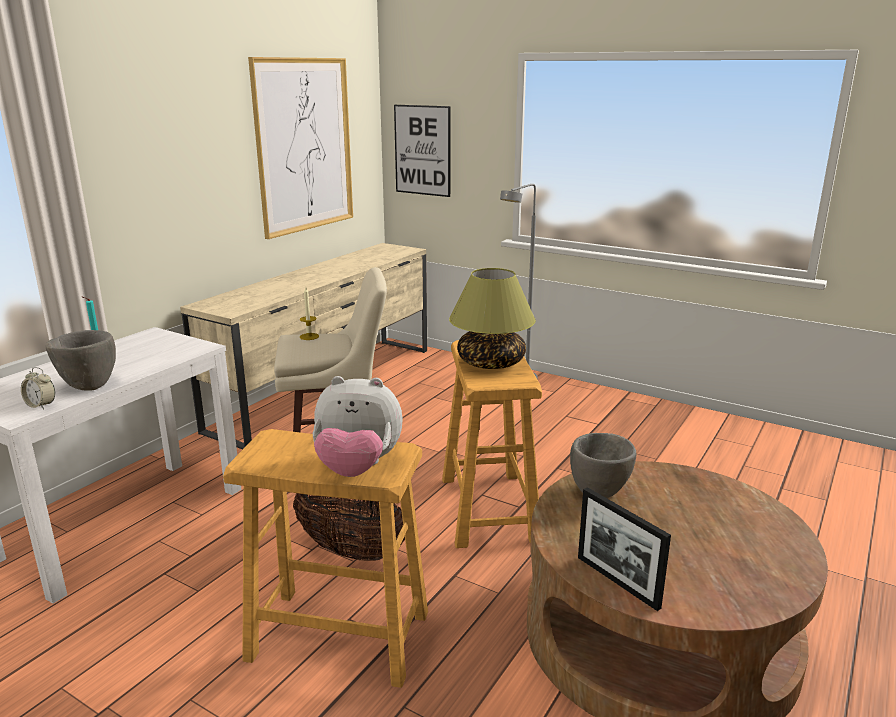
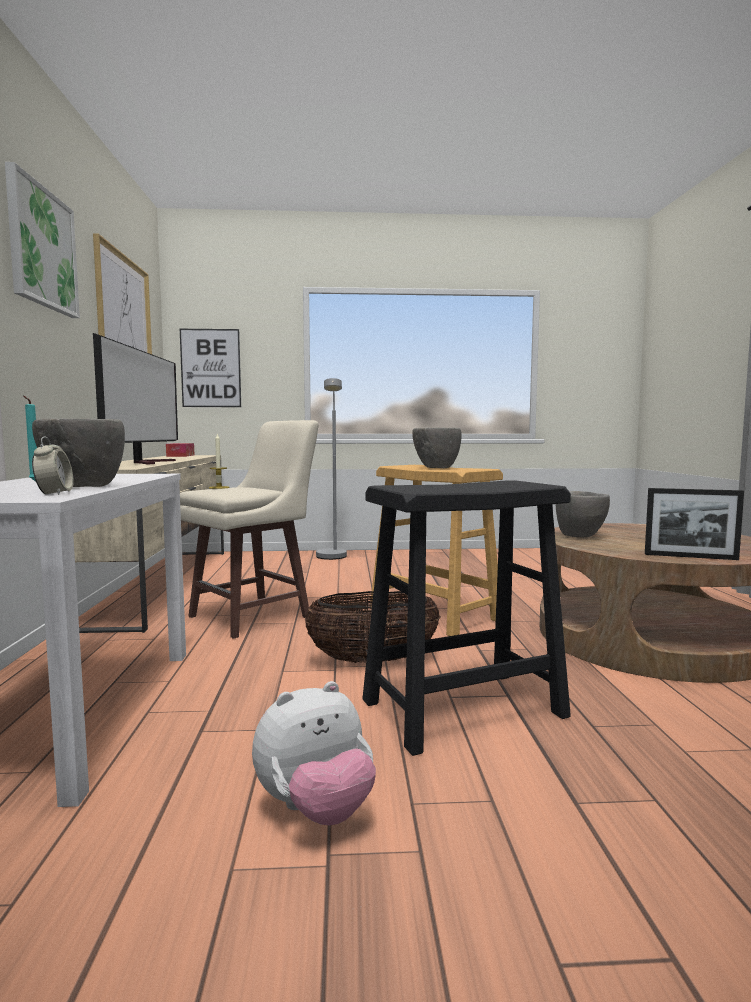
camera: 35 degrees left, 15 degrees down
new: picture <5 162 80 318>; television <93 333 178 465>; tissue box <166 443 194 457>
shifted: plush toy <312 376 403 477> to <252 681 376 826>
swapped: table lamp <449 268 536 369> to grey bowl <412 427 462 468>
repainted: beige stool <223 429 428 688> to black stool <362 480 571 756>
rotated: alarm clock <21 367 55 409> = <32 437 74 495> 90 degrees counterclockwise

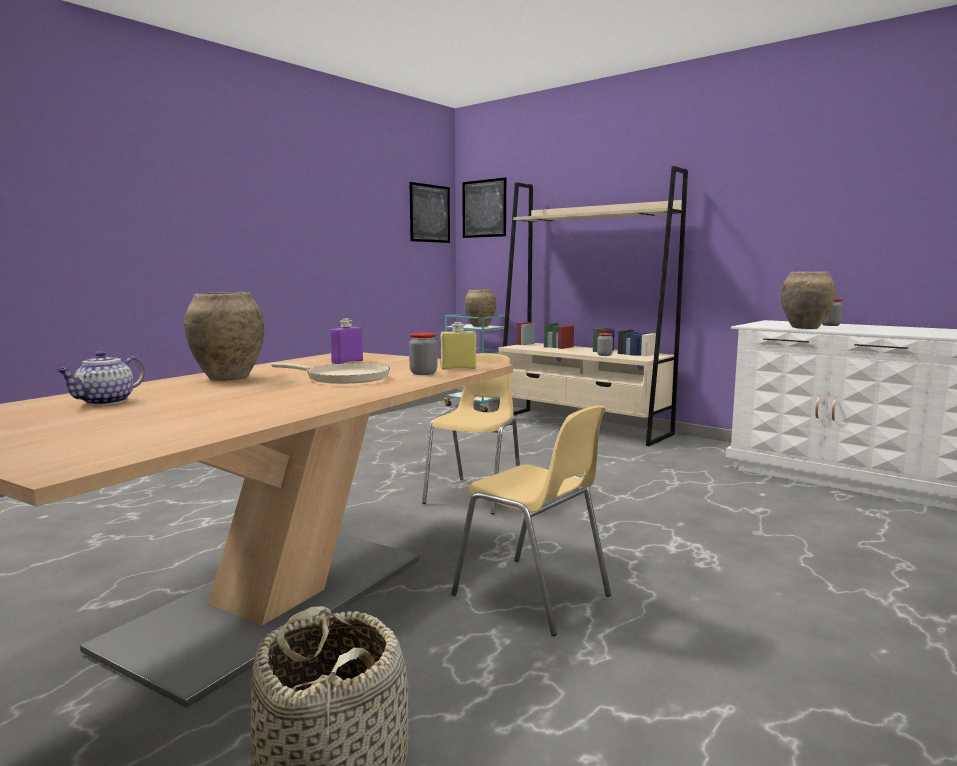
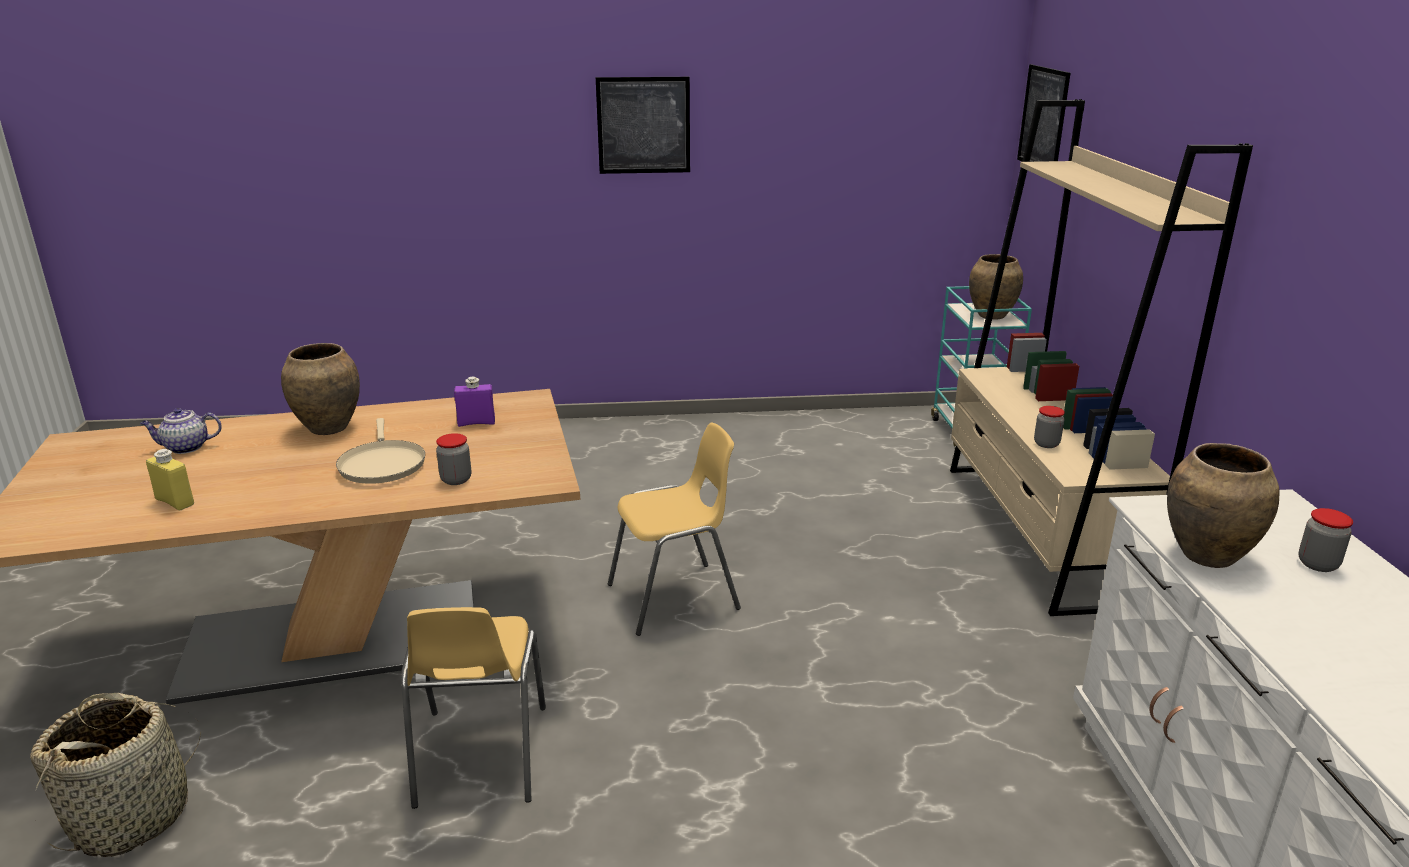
camera: 45 degrees right, 15 degrees up
shifted: picture <409 182 450 243> to <596 77 690 174>; yellow bottle <440 322 476 370> to <146 449 194 510>

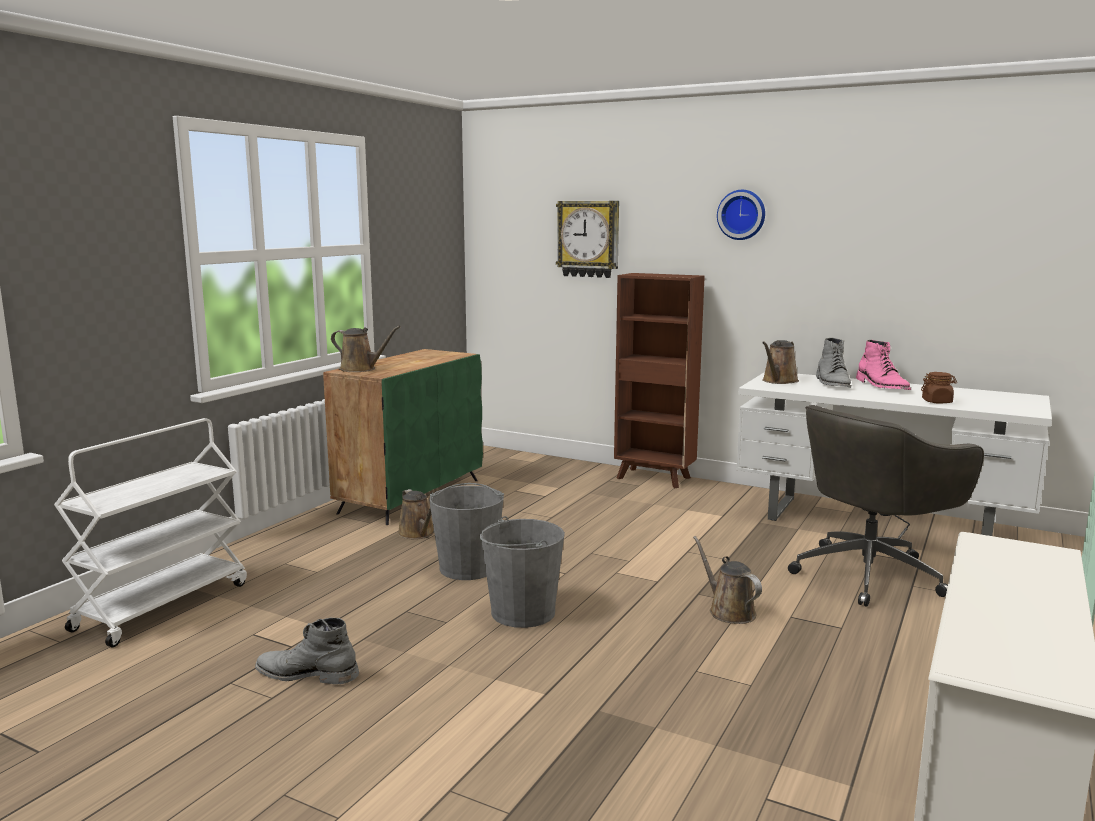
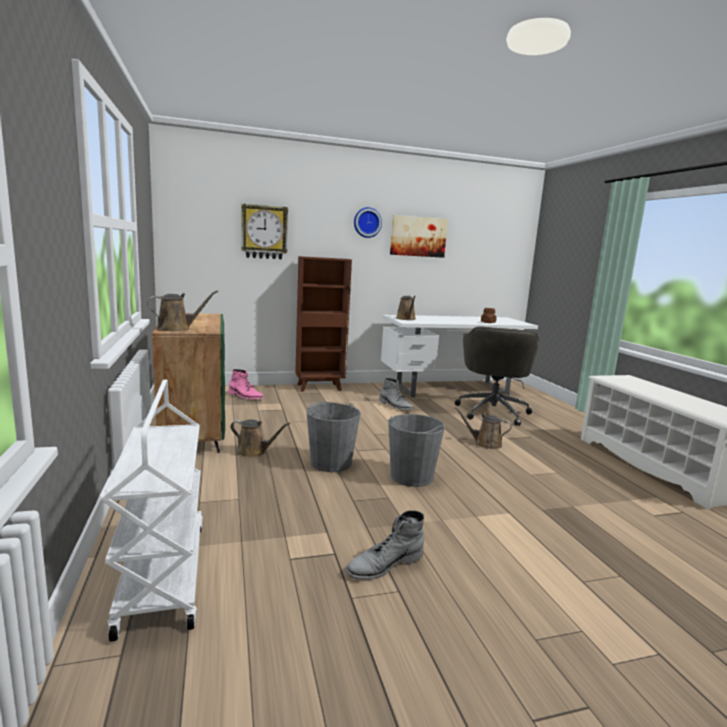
camera: 45 degrees left, 0 degrees up
new: picture <390 215 448 258>
shifted: grey boot <816 338 851 388> to <379 378 414 410>; pink boot <856 340 911 390> to <228 369 264 399>

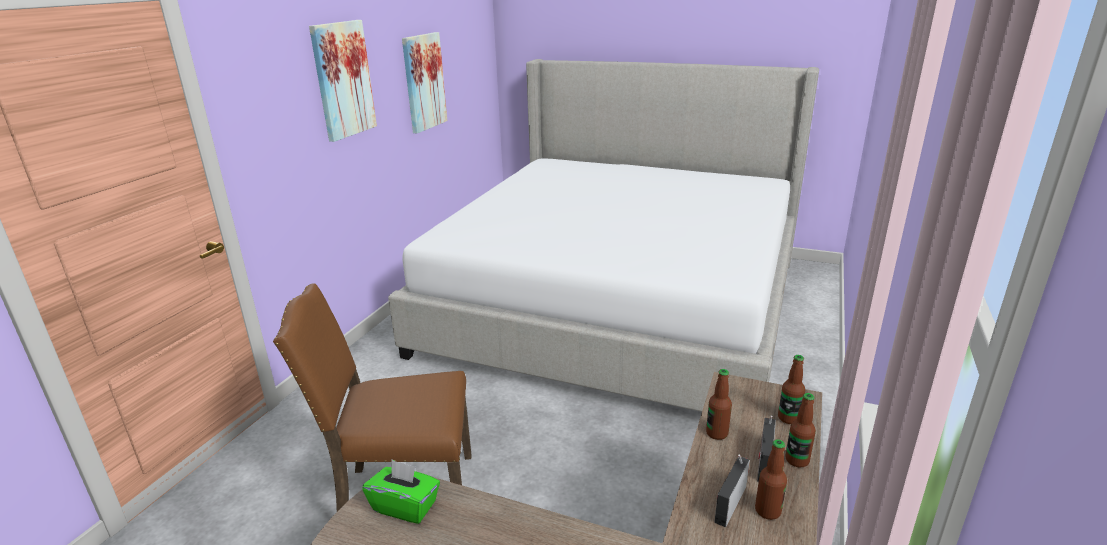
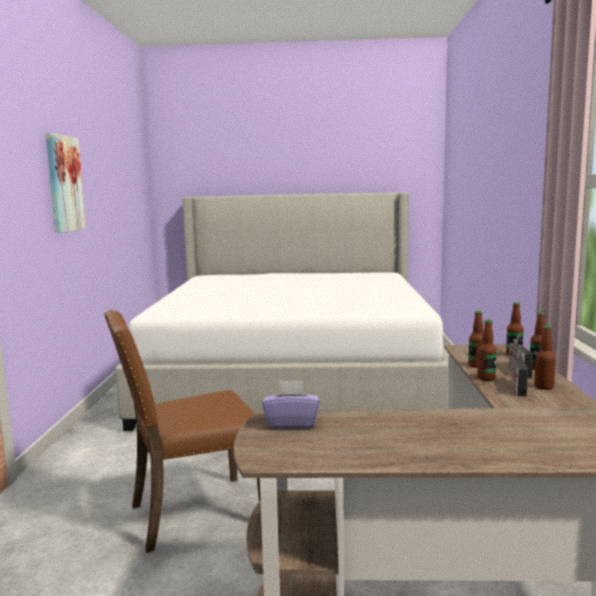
camera: 20 degrees left, 15 degrees down
gone: picture <402 32 447 133>
new: bottle <477 320 497 381>
repainted: green tissue box <362 460 440 524> to purple tissue box <262 380 320 429>

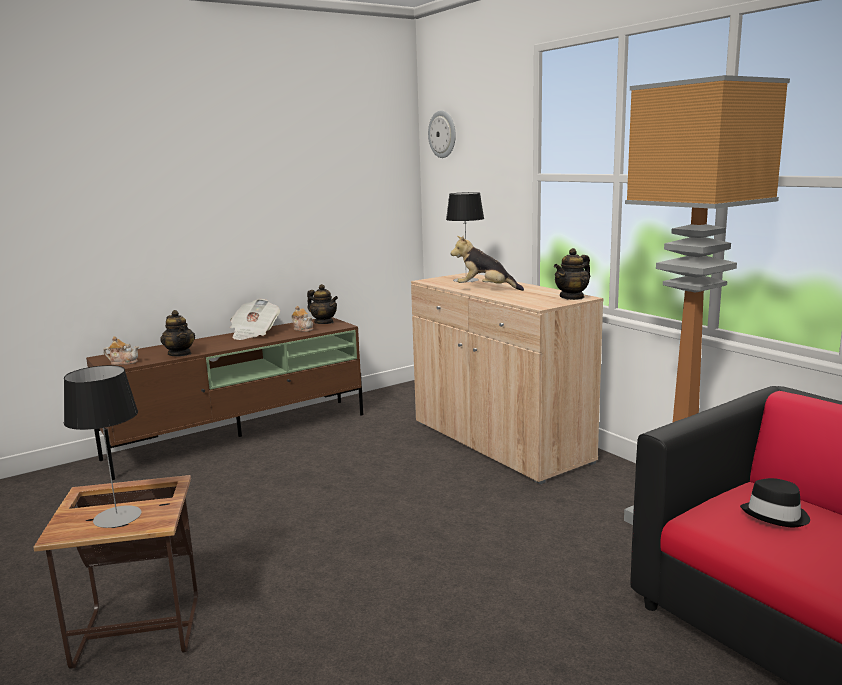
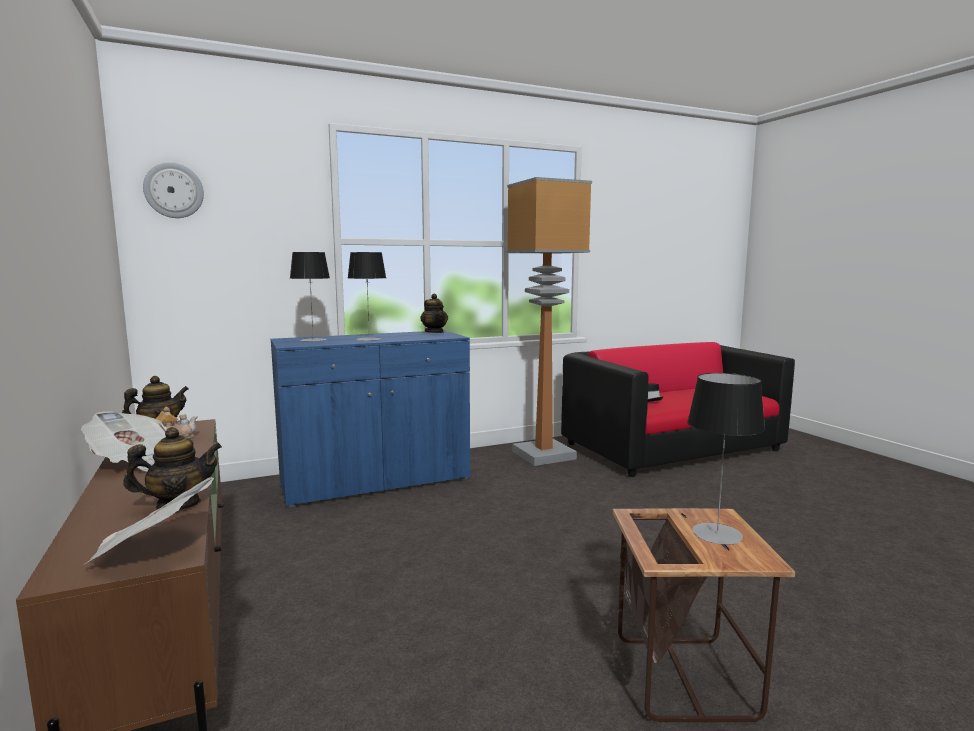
camera: 80 degrees left, 5 degrees down
swapped: plush toy <451 236 524 291> to table lamp <348 252 386 341>; teapot <103 336 139 365> to newspaper <85 477 214 564>
repainted: beige cabinet <411 273 604 484> to blue cabinet <271 330 470 508>

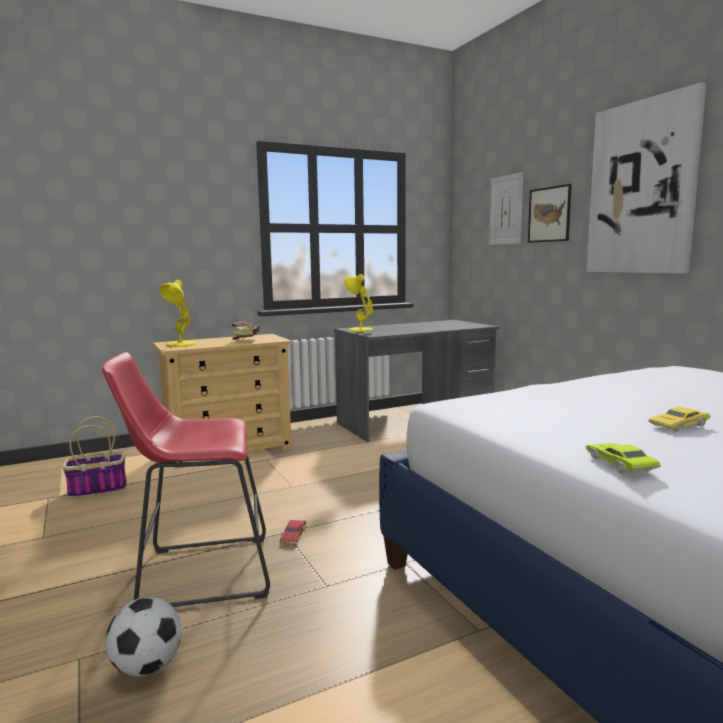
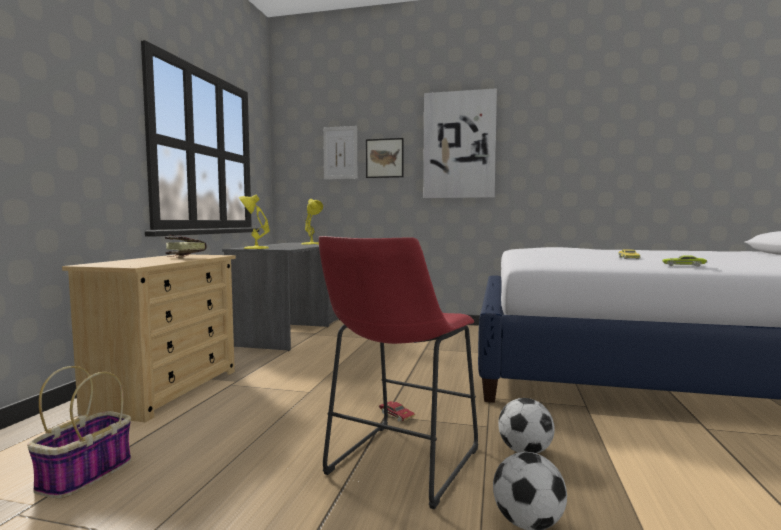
camera: 50 degrees left, 5 degrees down
new: football <498 398 555 454>
shifted: yellow table lamp <159 280 196 347> to <302 199 323 245>

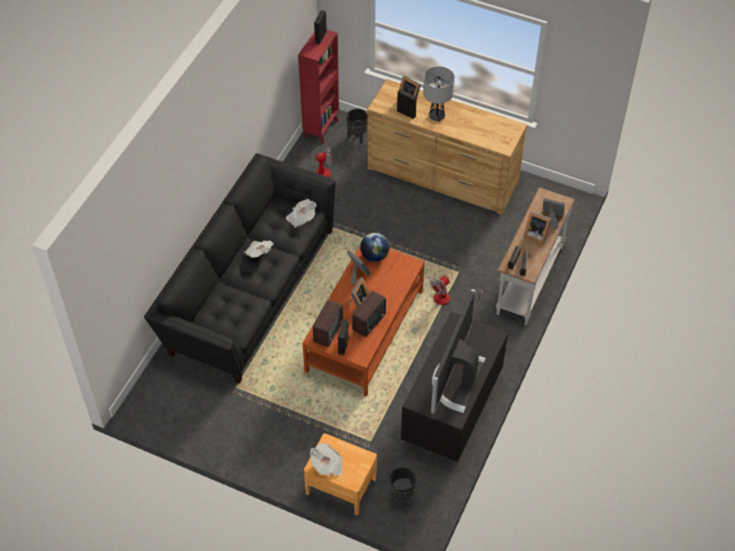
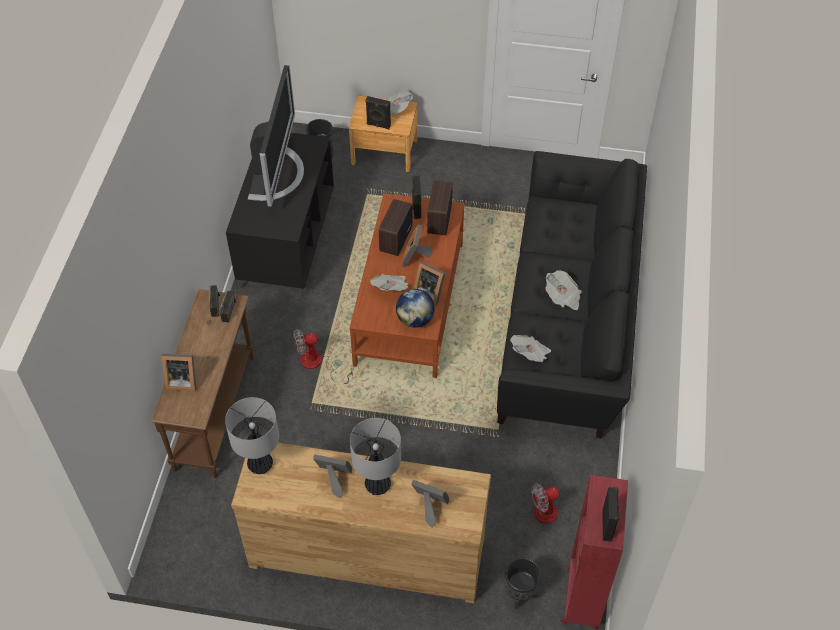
camera: 165 degrees right, 0 degrees up
new: newspaper <370 274 409 291>; table lamp <225 397 279 474>
shifted: black speaker <397 89 417 119> to <365 96 391 129>; picture frame <524 211 551 244> to <313 455 352 499>
repainted: white console table <496 187 575 325> to brown console table <151 289 253 478>
rotated: fan <430 276 484 305> = <293 329 353 384> 135 degrees counterclockwise

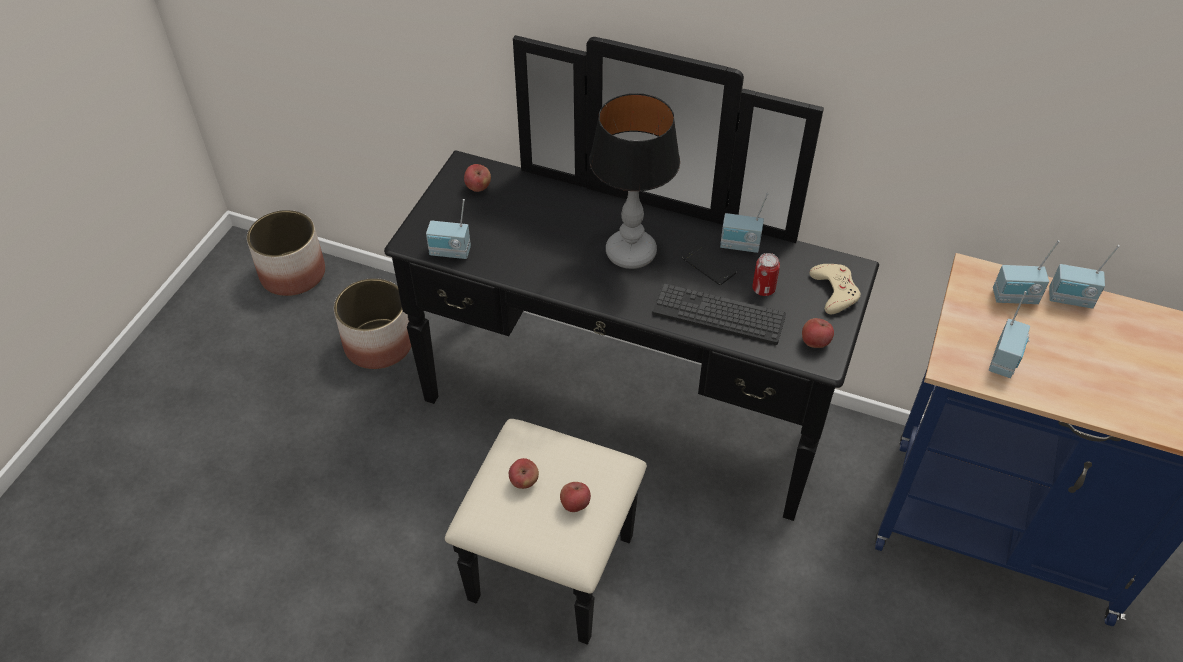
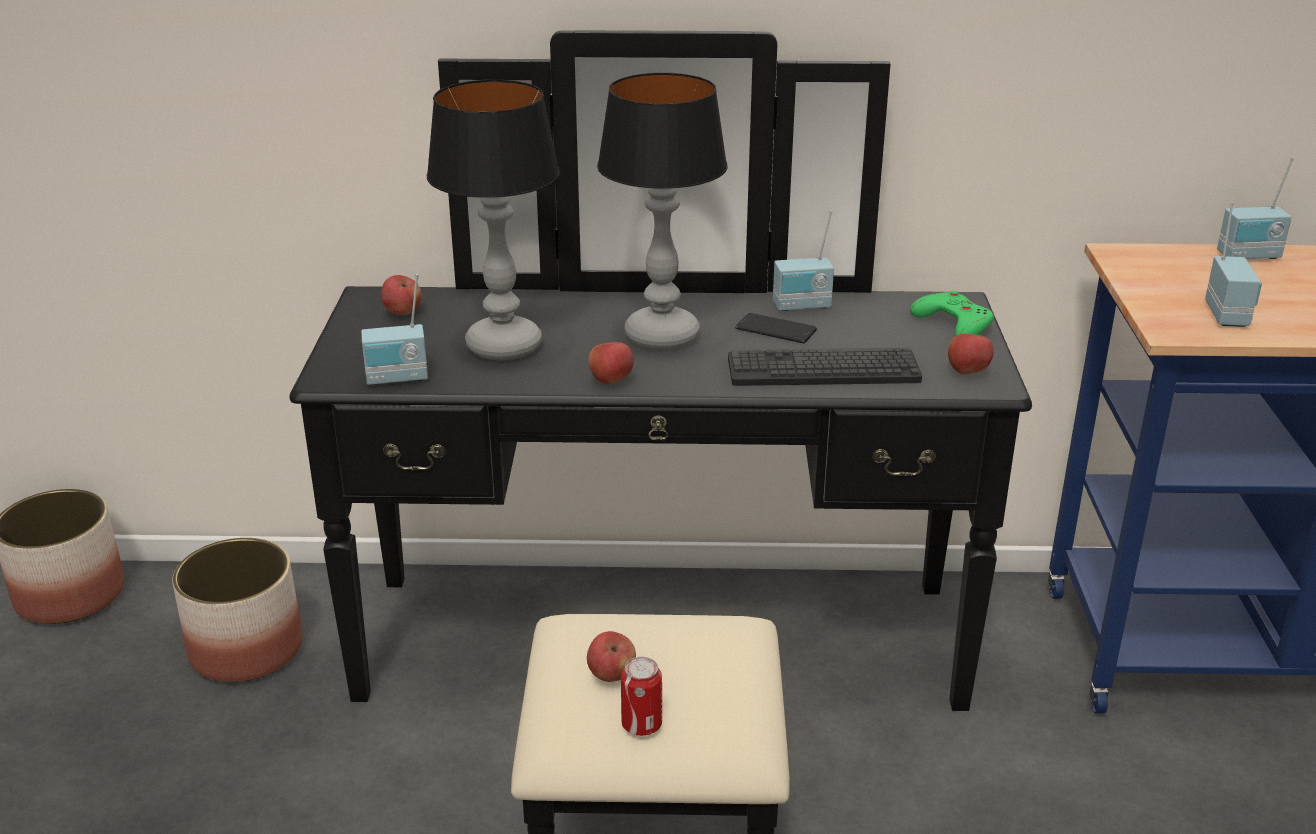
camera: 20 degrees left, 20 degrees down
gone: radio <993 240 1060 304>
new: table lamp <427 80 560 360>
shifted: can <752 253 780 296> to <621 657 662 736>; apple <560 482 591 512> to <589 342 633 385>
repainted: beige game controller <809 264 860 314> to green game controller <910 290 994 336>

